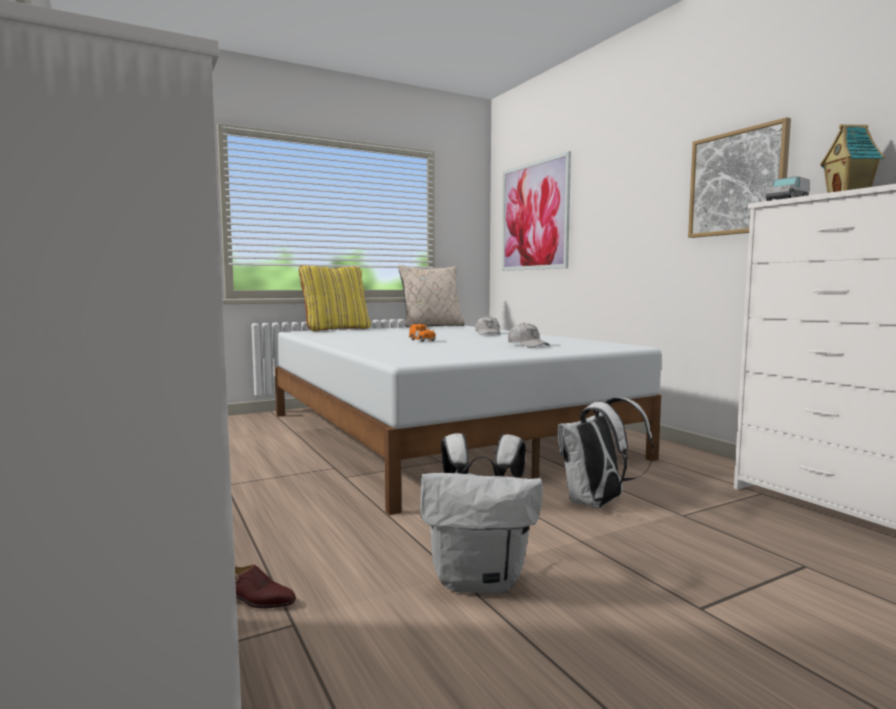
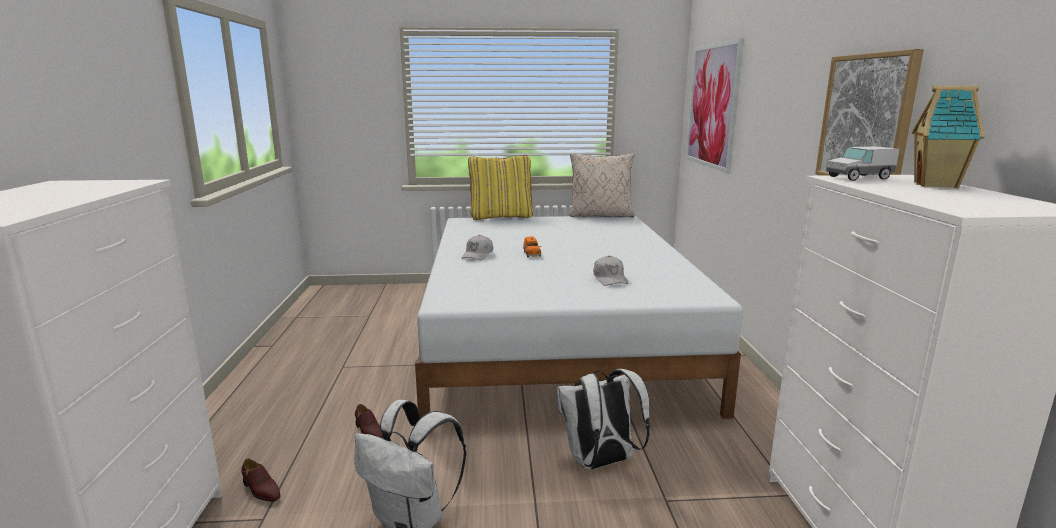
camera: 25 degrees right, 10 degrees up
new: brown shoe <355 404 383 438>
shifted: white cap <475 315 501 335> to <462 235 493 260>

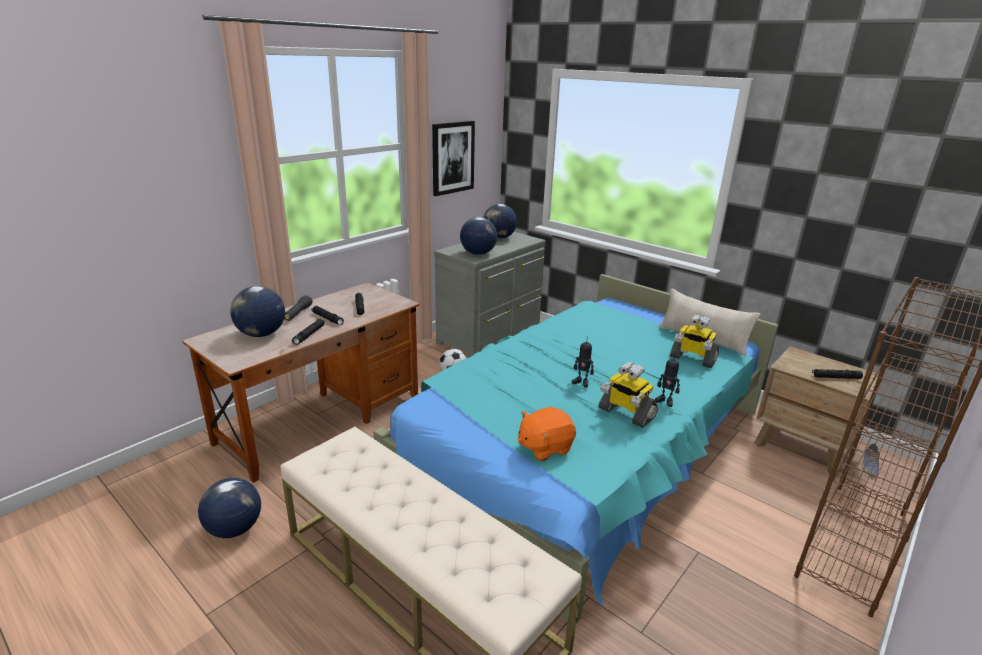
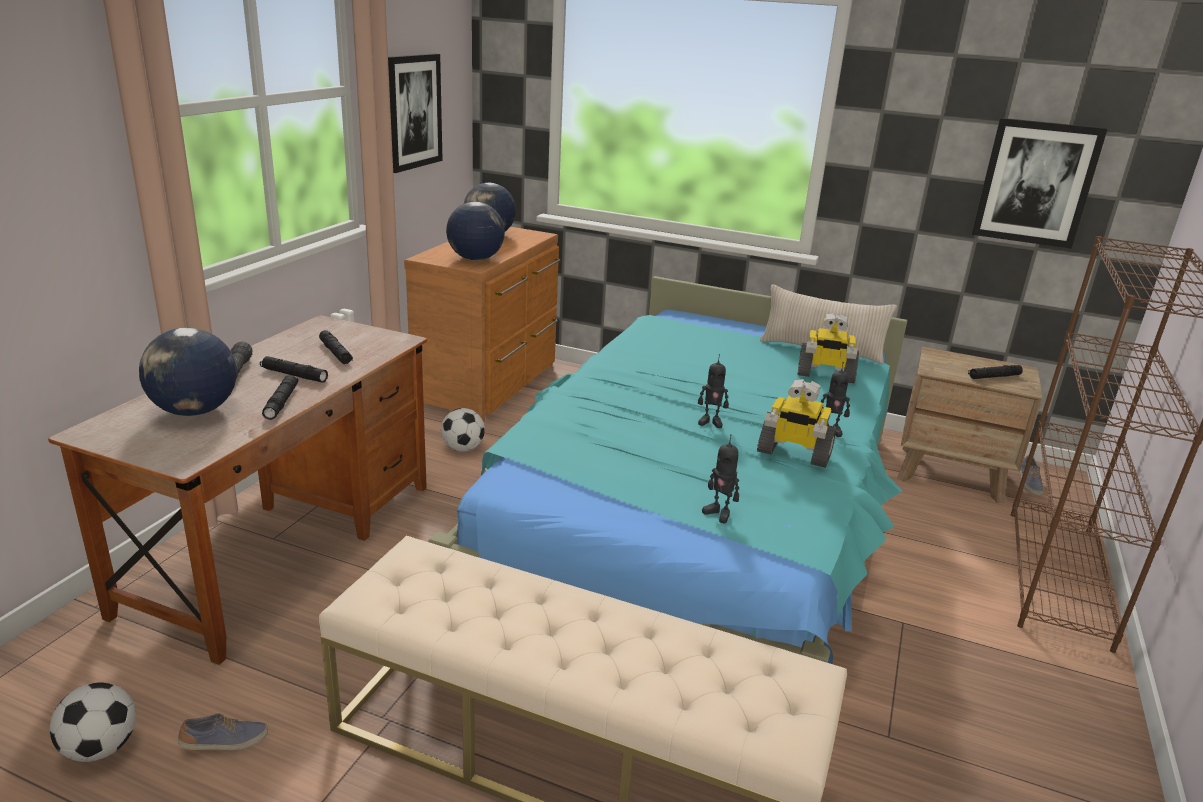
camera: 20 degrees left, 0 degrees up
new: picture <972 118 1107 249>; football <50 682 136 762>
swapped: orange plush toy <518 407 576 461> to toy robot <702 434 739 523>; globe <198 478 261 538> to shoe <178 713 268 751>
repainted: grey dresser <434 232 546 358> to brown dresser <404 227 561 422>

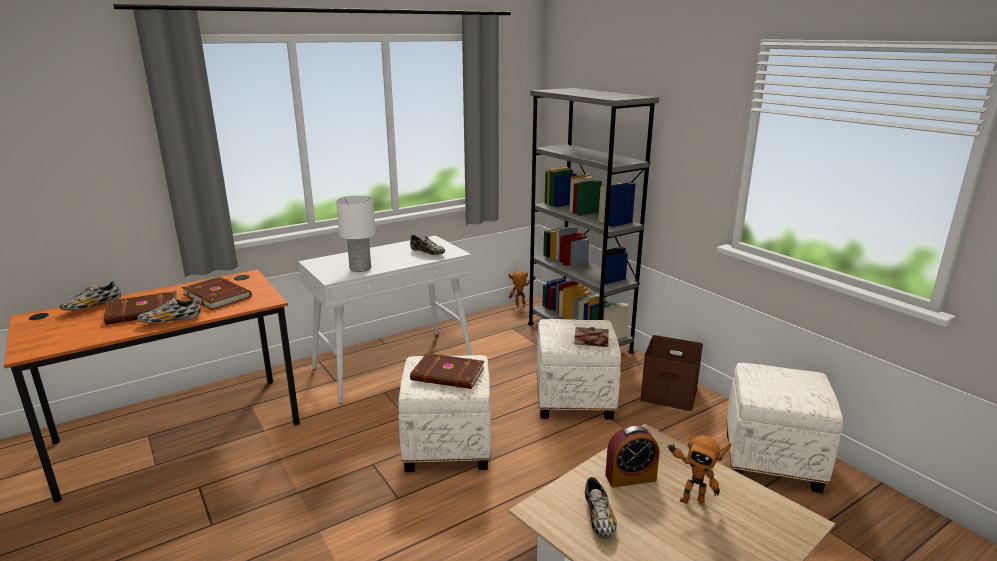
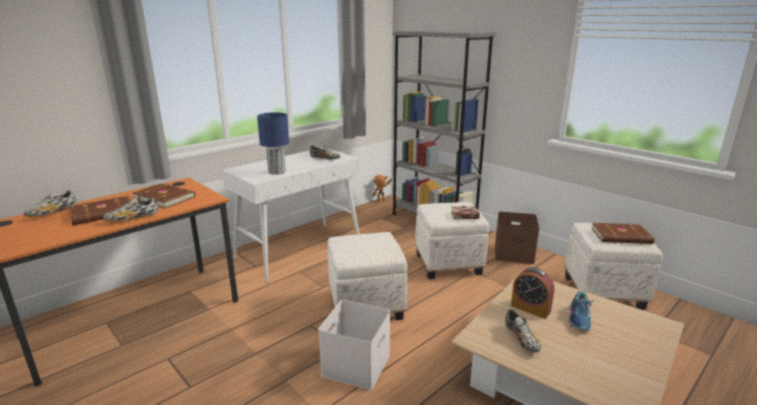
camera: 10 degrees left, 0 degrees up
new: white storage box <318 299 390 390>
shifted: brown book <410 353 484 389> to <591 223 655 244>
swapped: toy robot <667 428 732 504> to shoe <569 291 596 331>
repainted: white table lamp <336 196 376 272> to blue table lamp <257 112 289 175>
rotated: alarm clock <605 425 659 488> = <511 267 554 319> 60 degrees clockwise

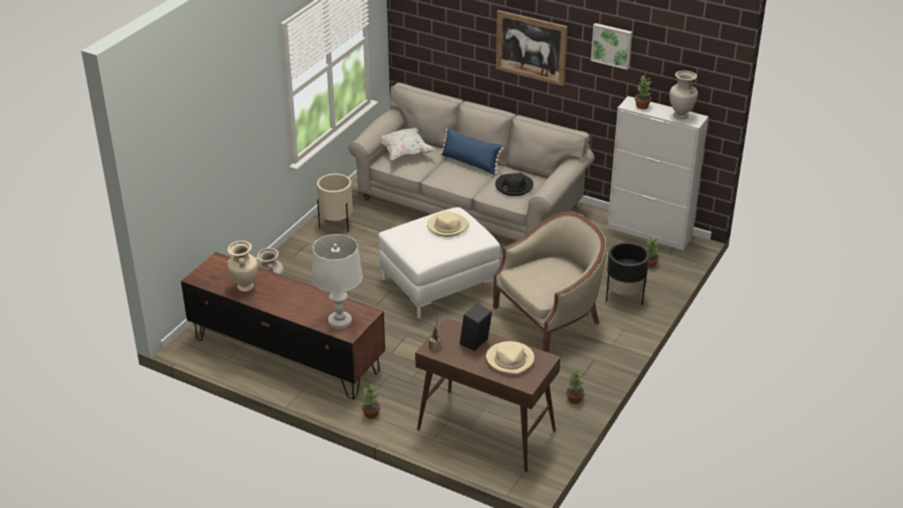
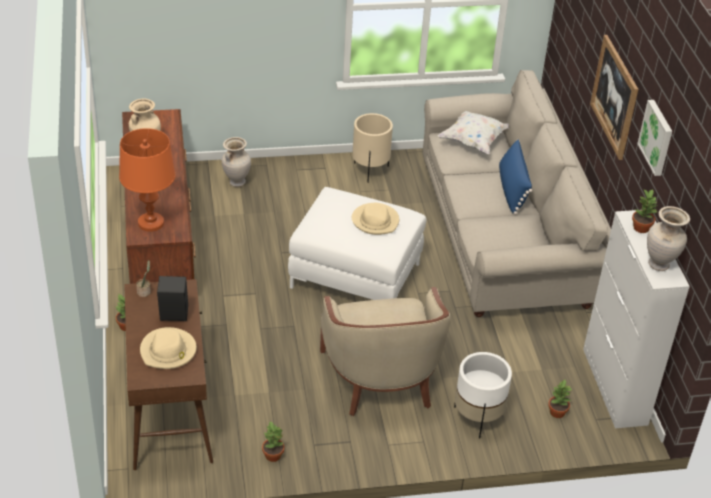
camera: 50 degrees right, 5 degrees up
gone: black hat <495 173 534 196>
repainted: white table lamp <312 234 363 329> to orange table lamp <119 128 176 232>; black planter <606 242 649 305> to white planter <454 352 512 439>
rotated: beige armchair <493 211 606 353> = <320 287 451 416> 60 degrees clockwise

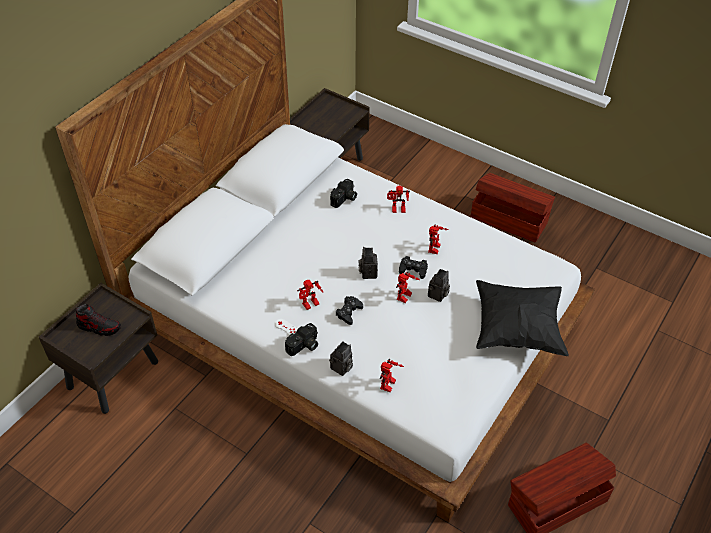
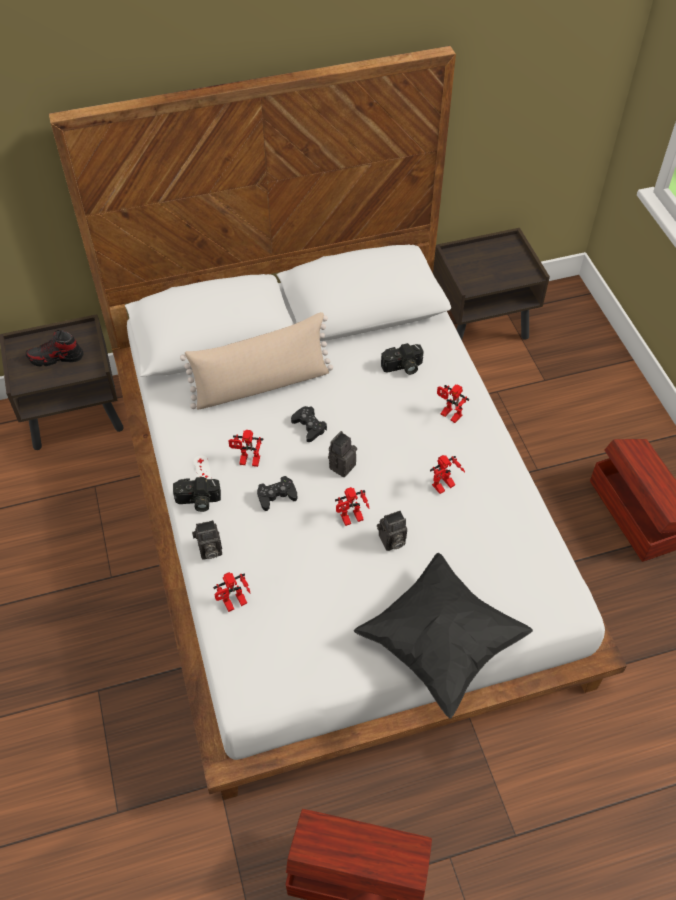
camera: 40 degrees right, 5 degrees up
new: beige pillow <180 312 333 410>
shifted: black game controller <399 256 428 279> to <291 406 327 442>
rotated: shoe <76 304 121 336> = <26 330 84 366> 120 degrees clockwise

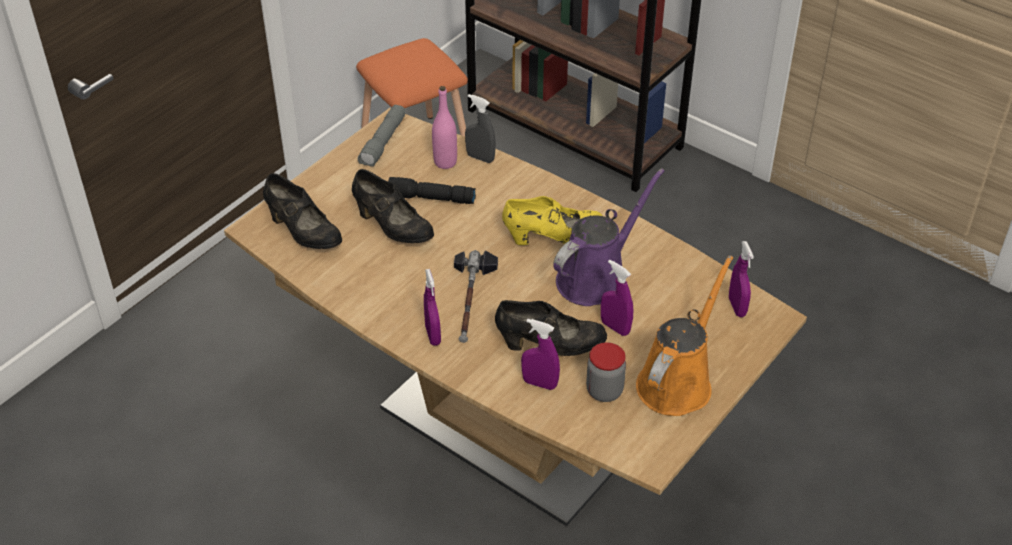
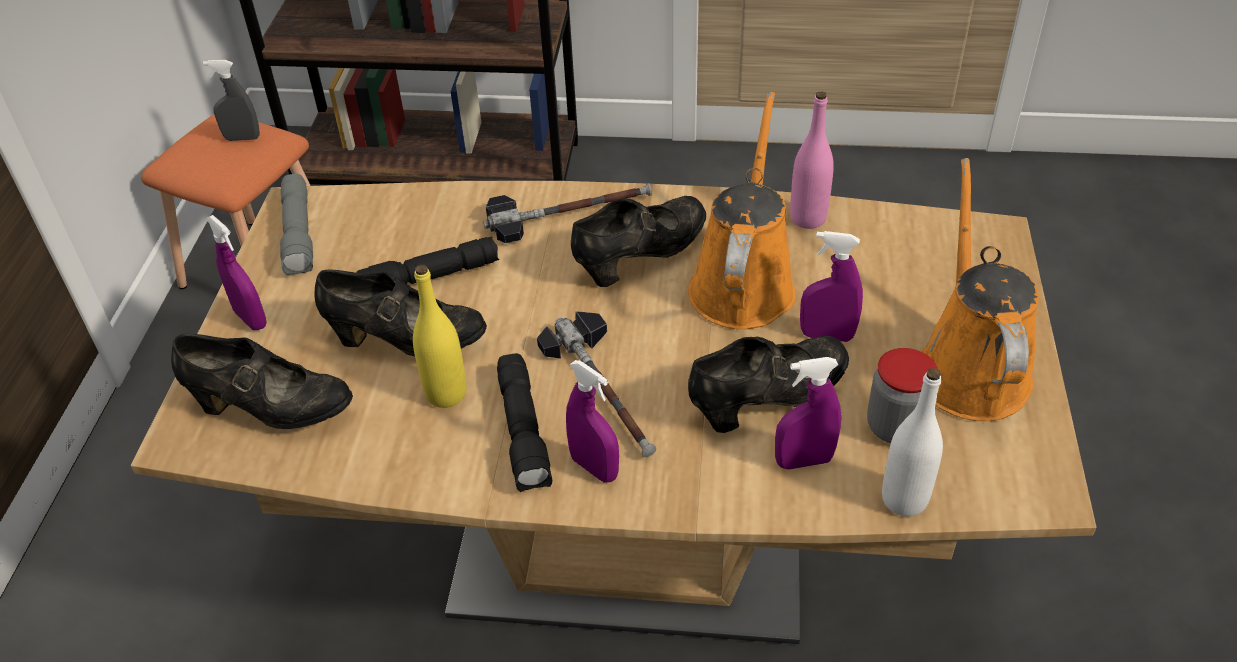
camera: 30 degrees left, 0 degrees up
new: hammer <483 183 652 243>; yellow bottle <413 265 466 408>; black flashlight <497 353 552 492>; white bottle <882 368 943 517>
shifted: pink bottle <432 86 457 169> to <790 92 834 229>; grey spray bottle <465 94 496 163> to <203 60 260 141>; purple spray bottle <729 241 754 317> to <206 215 267 330>
repainted: purple watering can <553 168 664 306> to orange watering can <688 92 796 329>; yellow shoe <502 196 603 245> to black shoe <571 196 706 287>

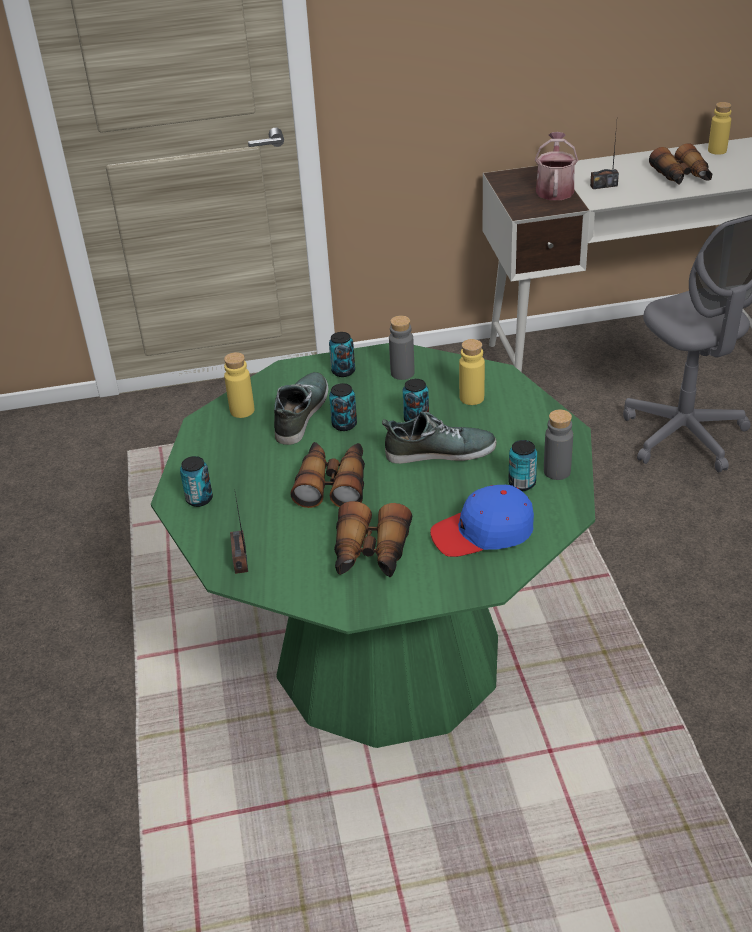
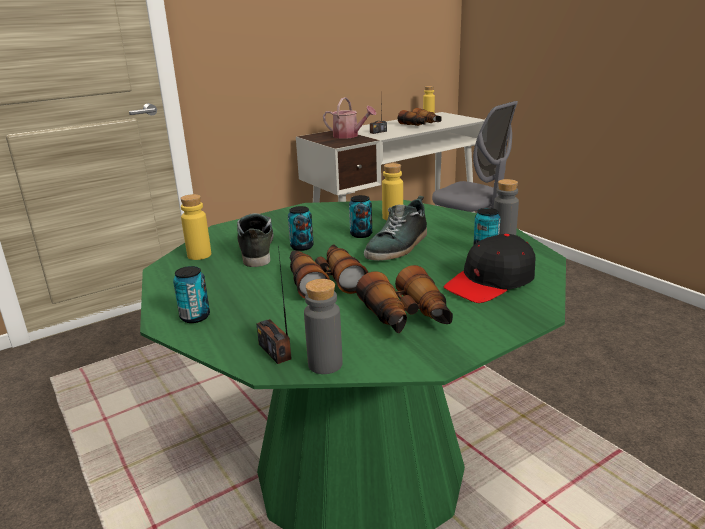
camera: 25 degrees left, 15 degrees down
gone: can <329 332 355 377>
shifted: grey bottle <389 316 415 380> to <304 279 342 374>
repainted: blue cap <430 485 534 557> to black cap <444 234 535 303>
rotated: watering can <535 132 578 200> = <323 97 376 139> 135 degrees clockwise; shoe <382 411 497 464> = <364 196 427 261> 150 degrees clockwise

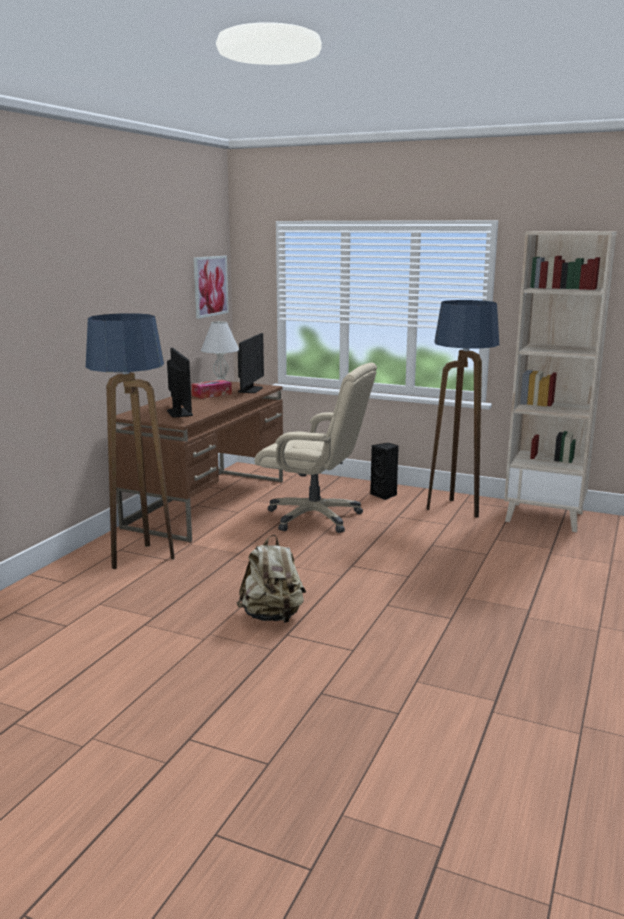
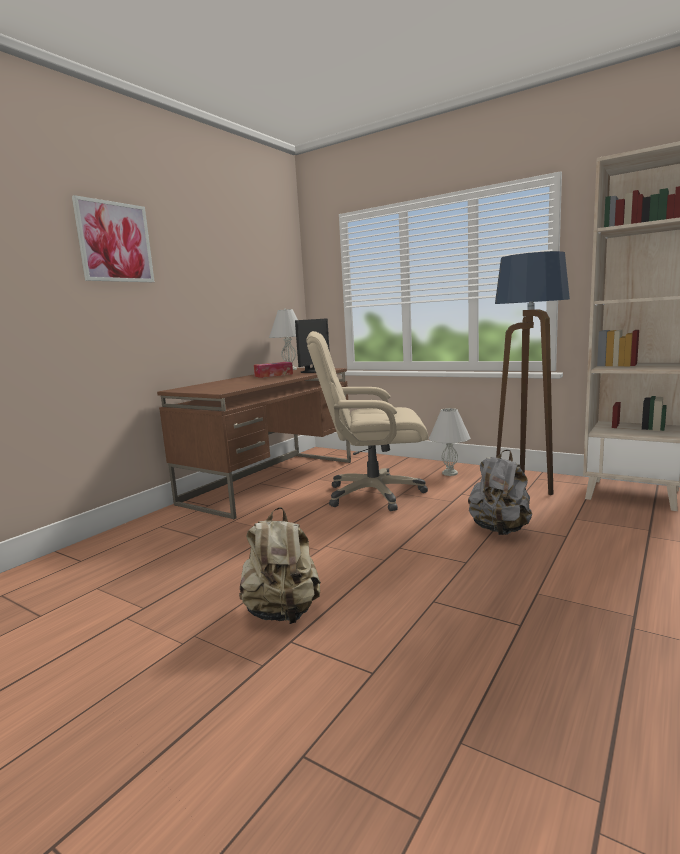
camera: 10 degrees right, 5 degrees down
gone: floor lamp <86 313 175 569>; monitor <167 348 193 417>
new: grey backpack <468 449 532 535>
shifted: picture <193 256 229 319> to <72 195 155 282>
swapped: black speaker <370 443 399 500> to white table lamp <429 408 470 476>
rotated: beige office chair <255 362 377 533> = <306 331 428 511> 150 degrees clockwise

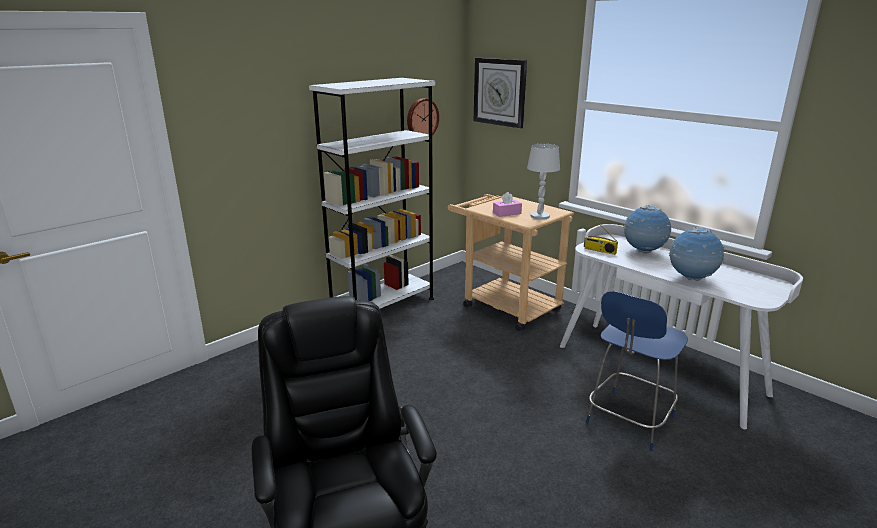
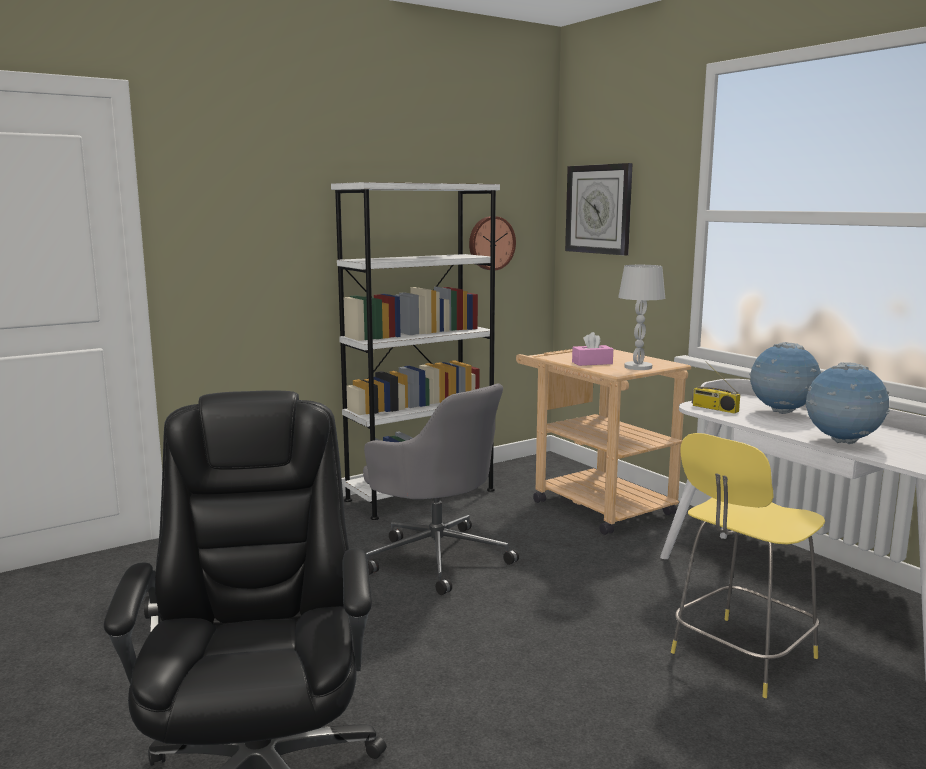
camera: 10 degrees right, 10 degrees down
new: grey office chair <363 383 519 595>
repainted: blue stool <586 291 688 451> to yellow stool <671 433 825 698>

